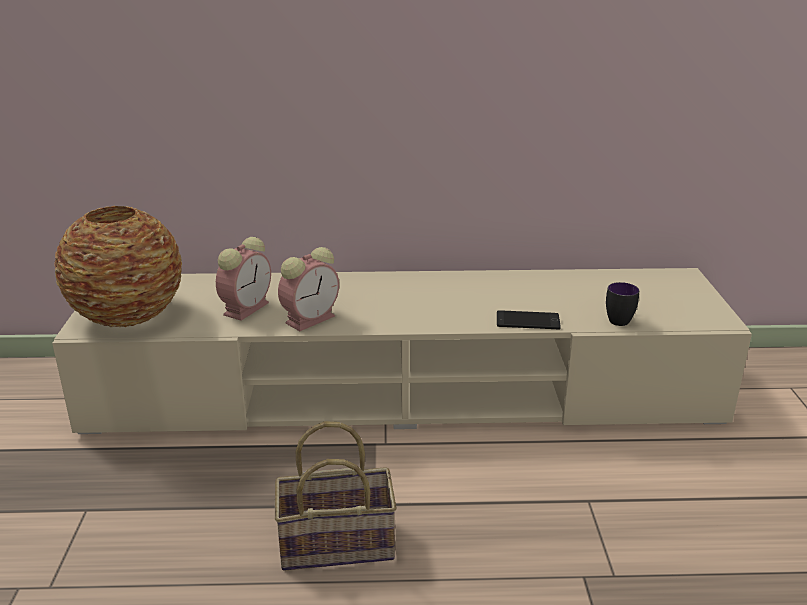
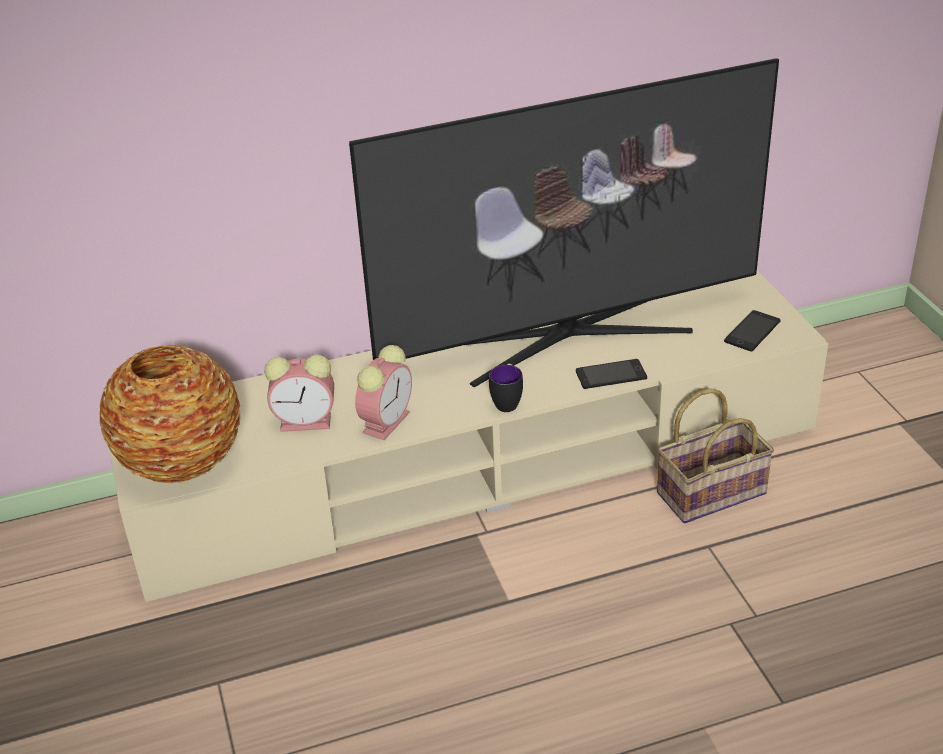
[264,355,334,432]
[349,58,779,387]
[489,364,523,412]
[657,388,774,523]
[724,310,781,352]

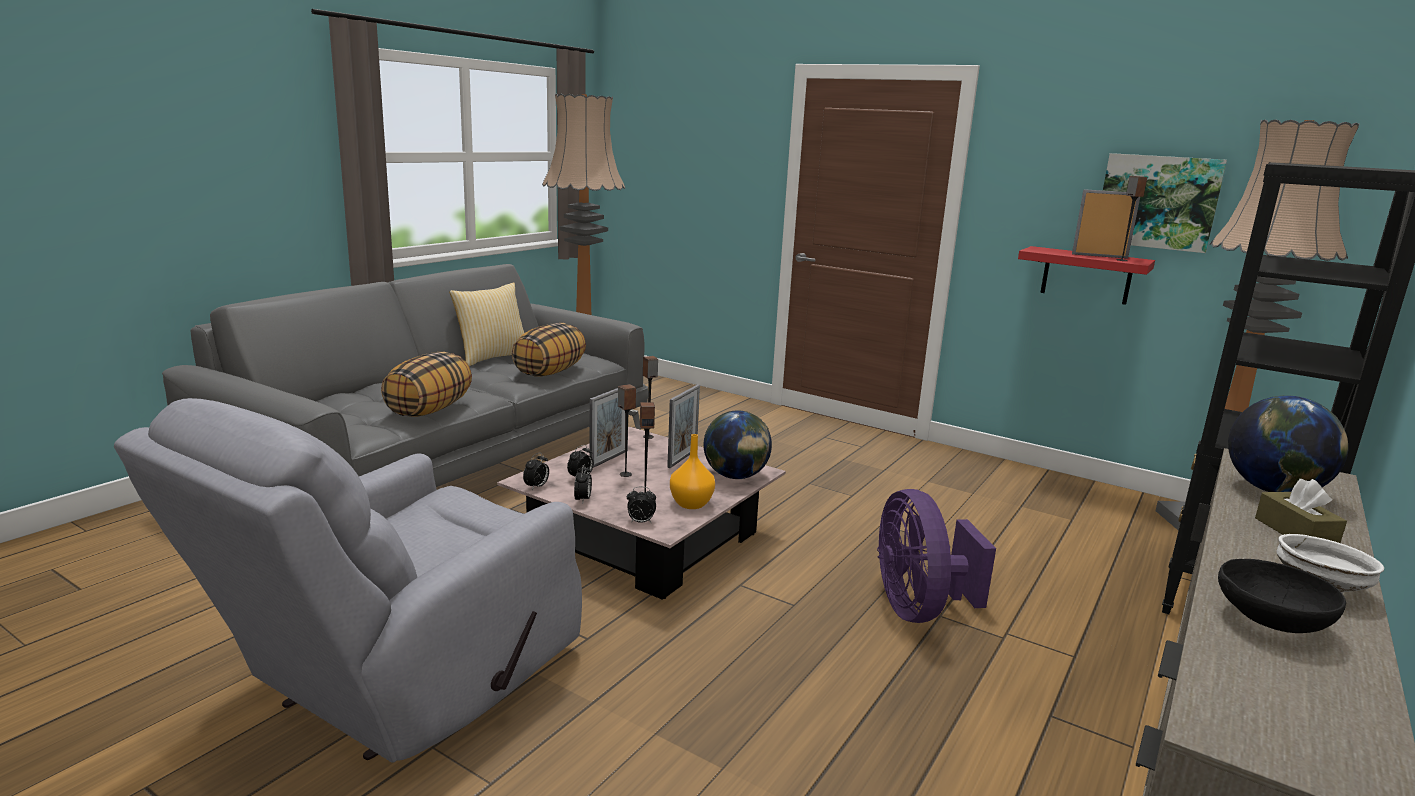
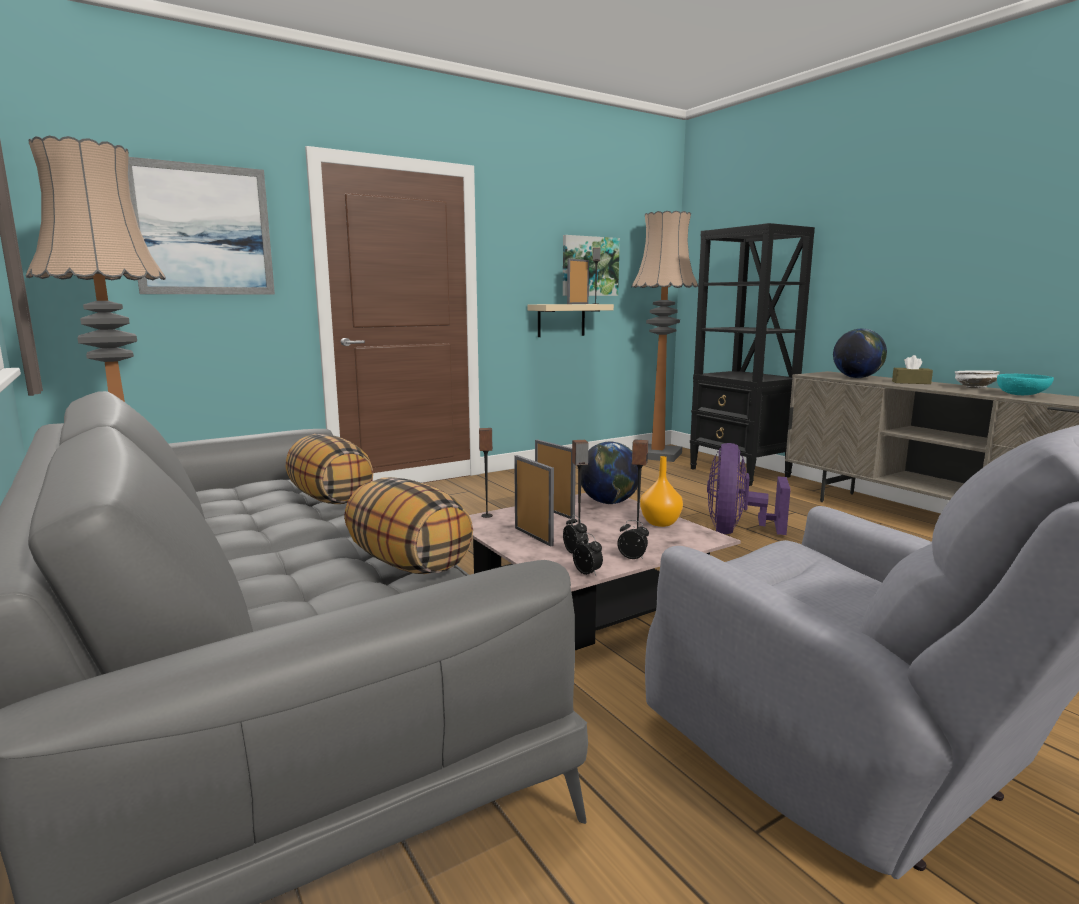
[128,157,275,295]
[527,304,614,337]
[707,443,791,535]
[997,374,1054,395]
[449,282,524,366] (first image)
[627,487,656,523] (first image)

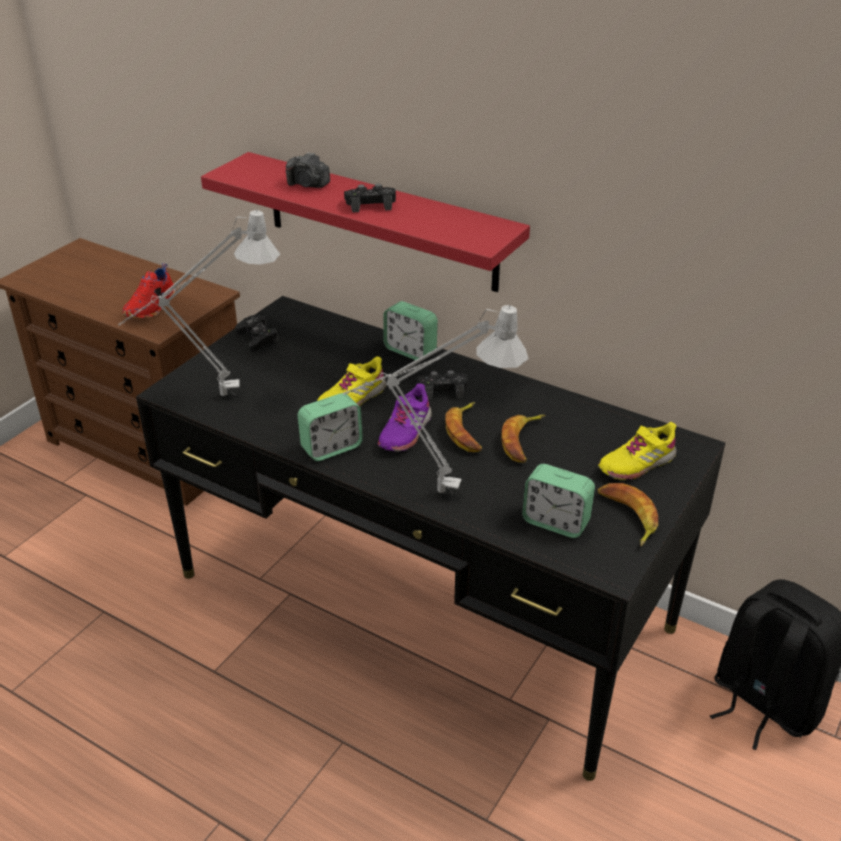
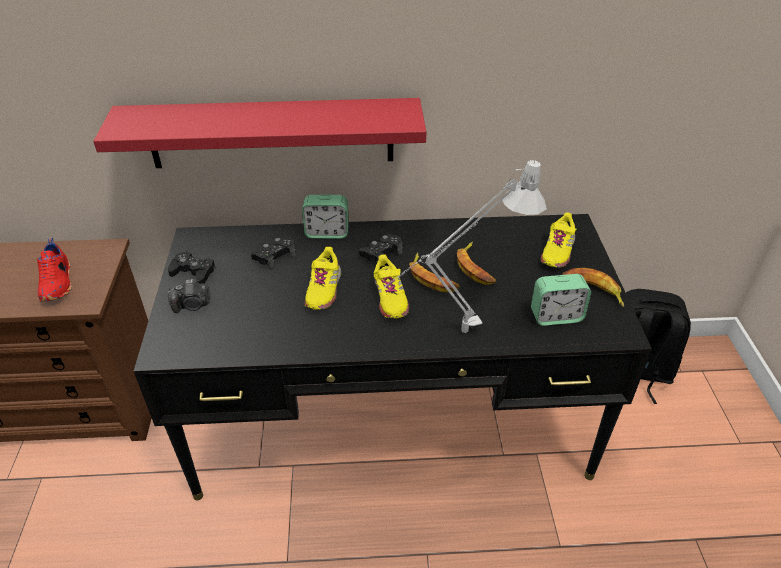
[168,279,210,313]
[251,237,296,269]
[374,254,409,319]
[118,209,280,396] (first image)
[298,393,363,461] (first image)

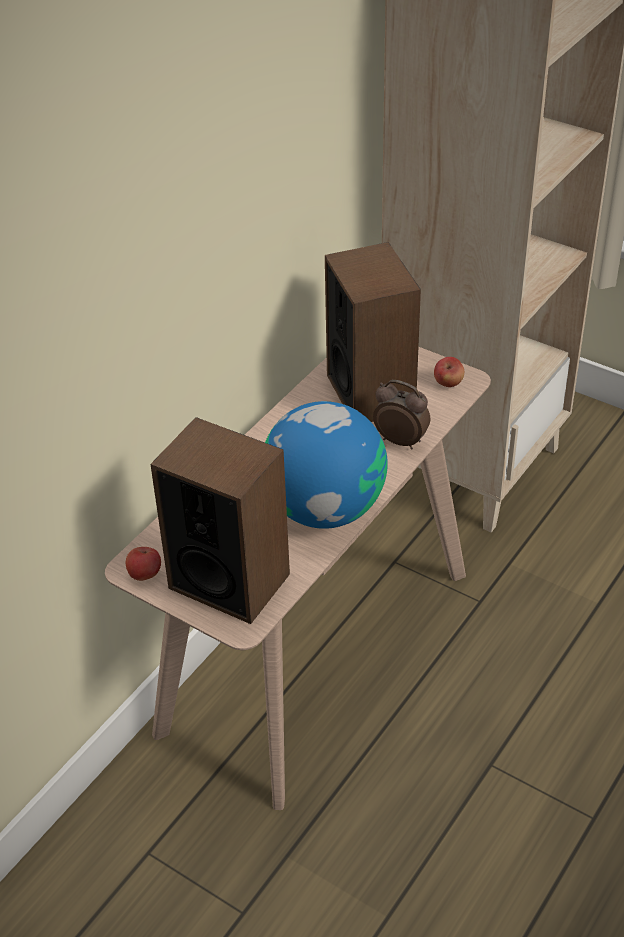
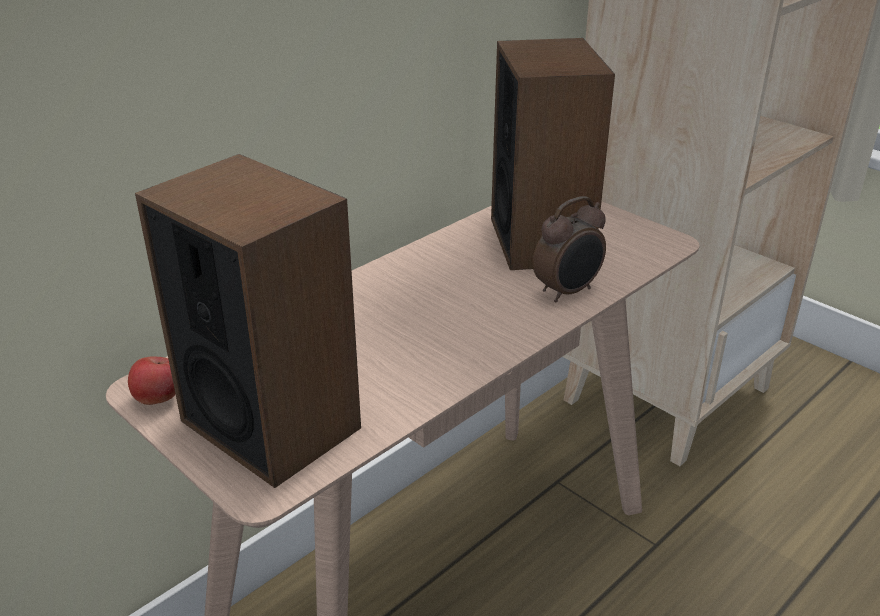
[533,196,606,303]
[265,401,388,529] (first image)
[434,357,464,387] (first image)

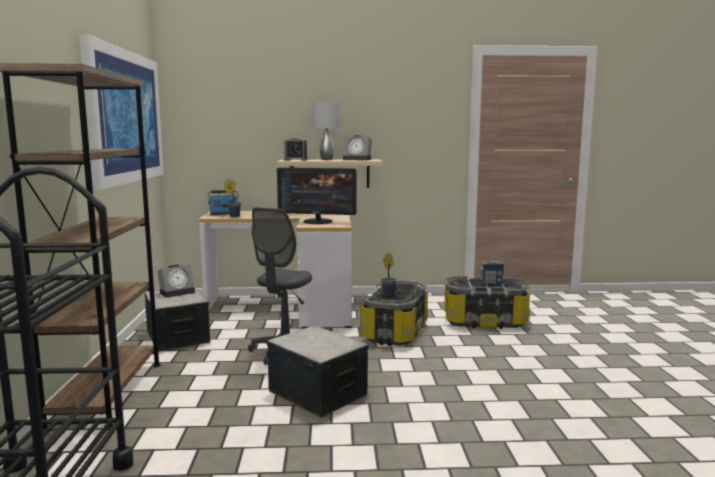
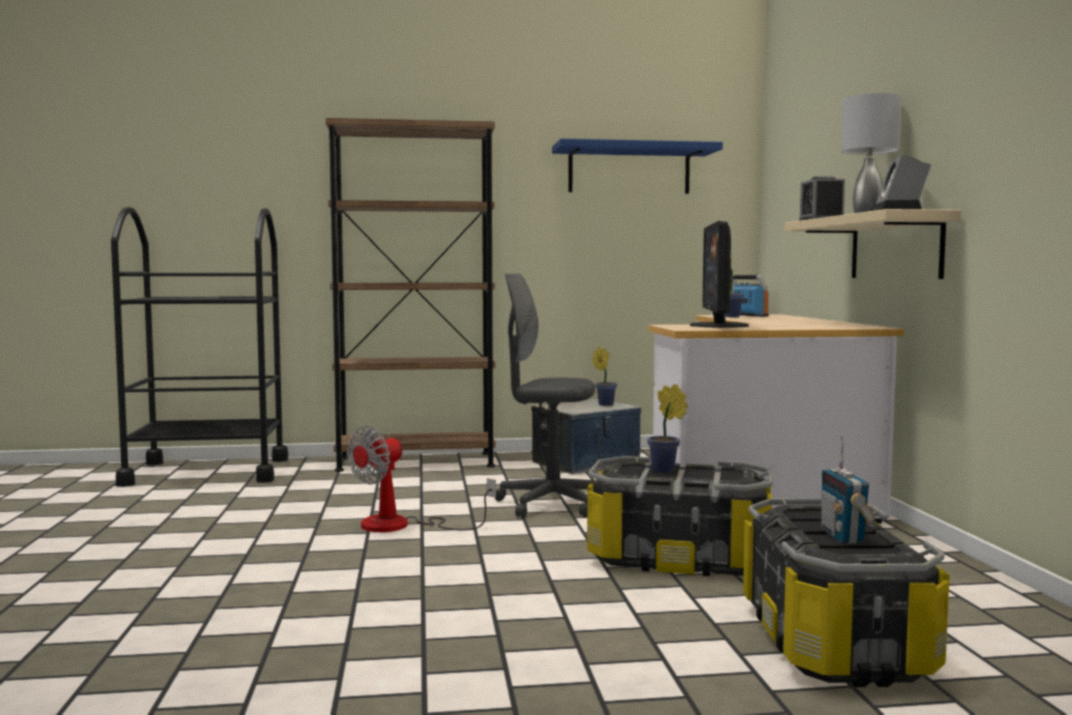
[347,426,496,532]
[552,139,723,194]
[592,346,617,406]

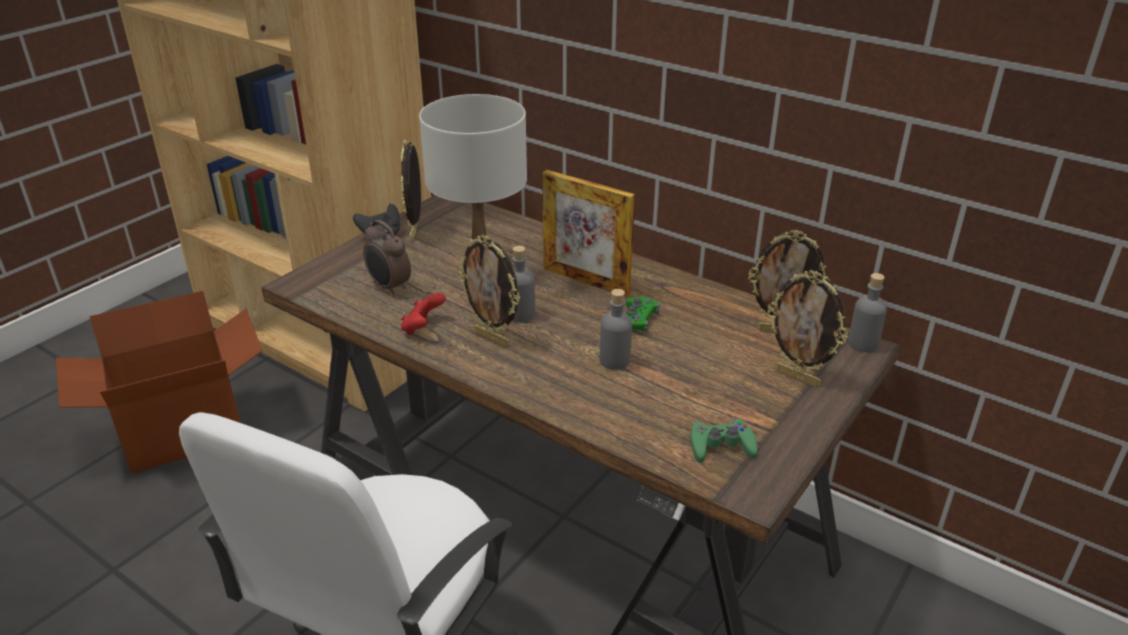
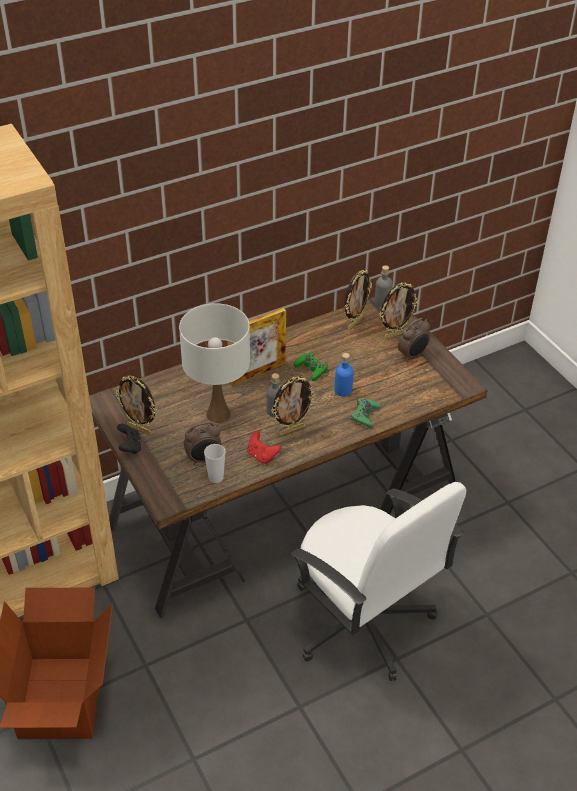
[204,444,226,483]
[334,353,354,397]
[351,398,381,428]
[398,318,430,362]

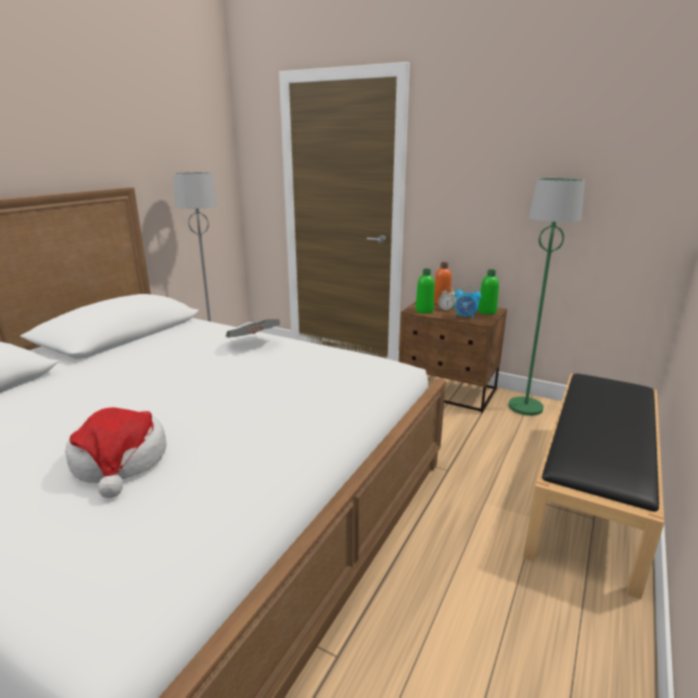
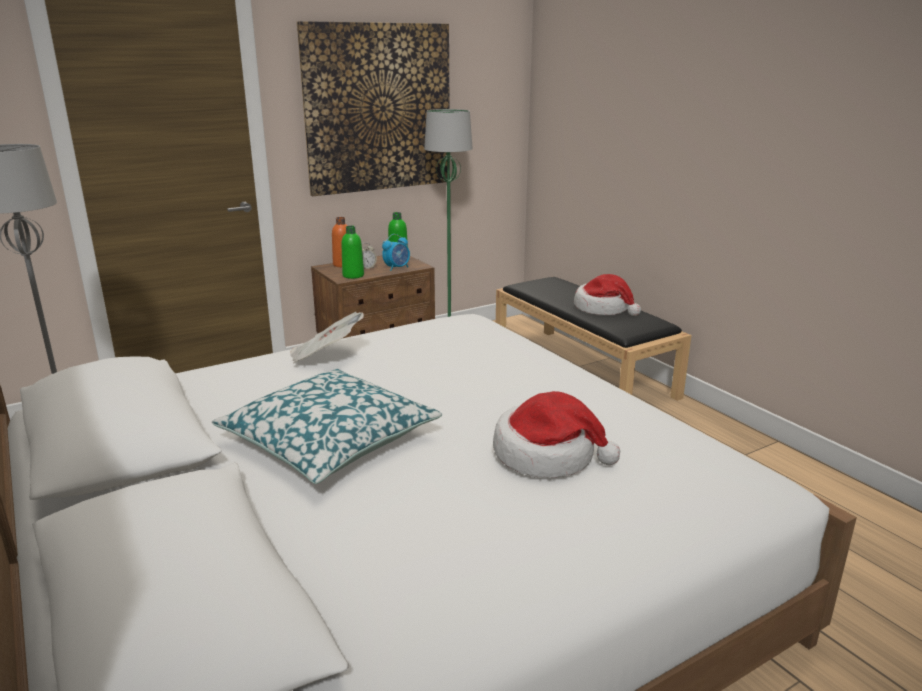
[212,369,442,484]
[297,21,449,196]
[574,274,641,316]

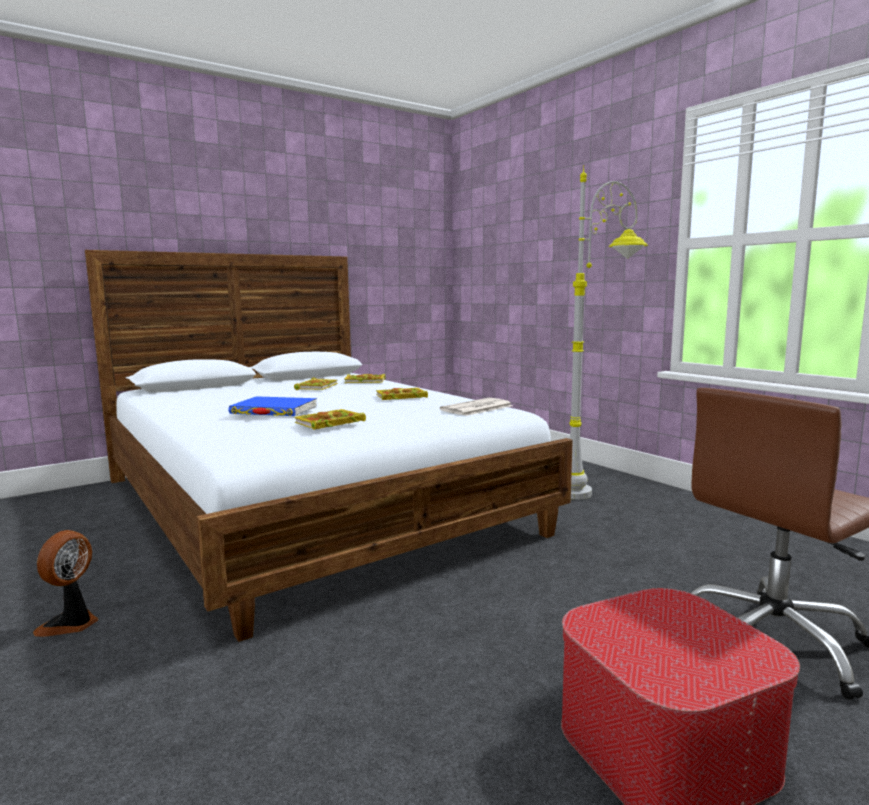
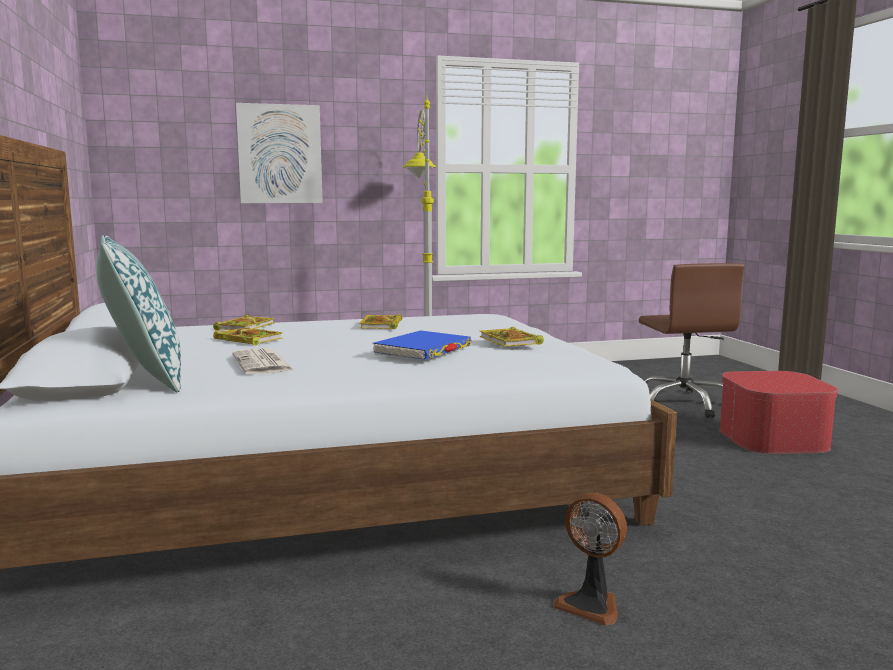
[96,235,181,392]
[232,348,295,374]
[236,103,323,203]

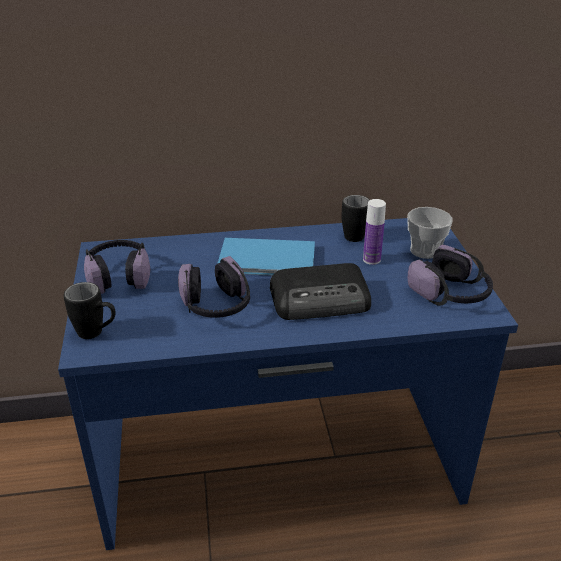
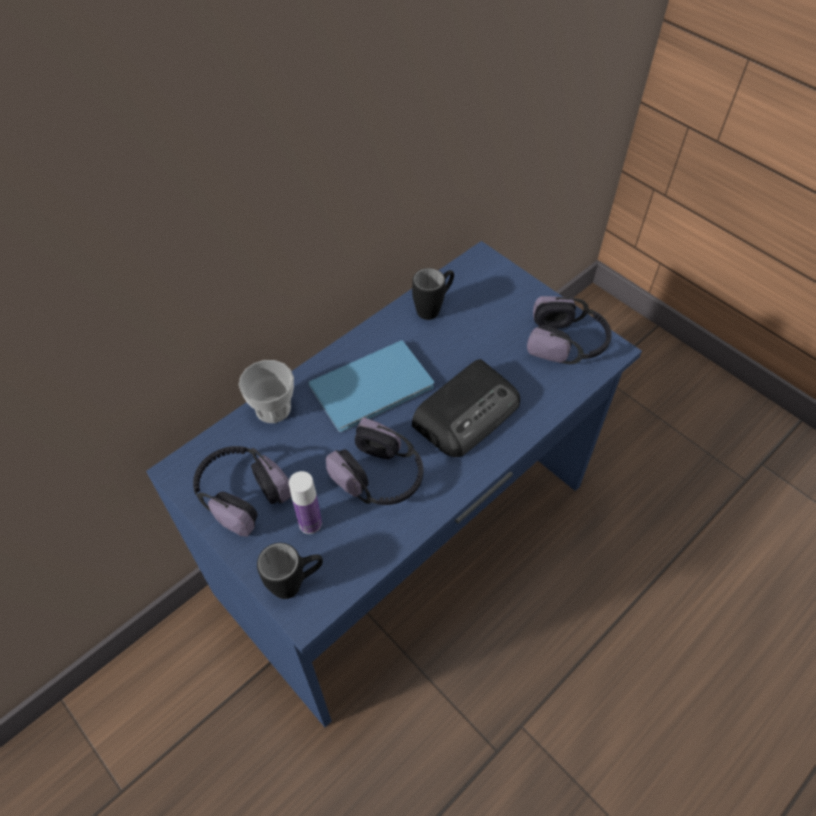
[239,360,294,423]
[289,471,322,534]

